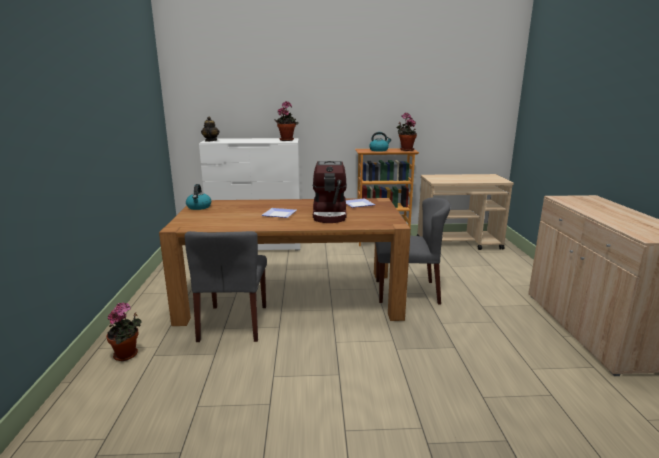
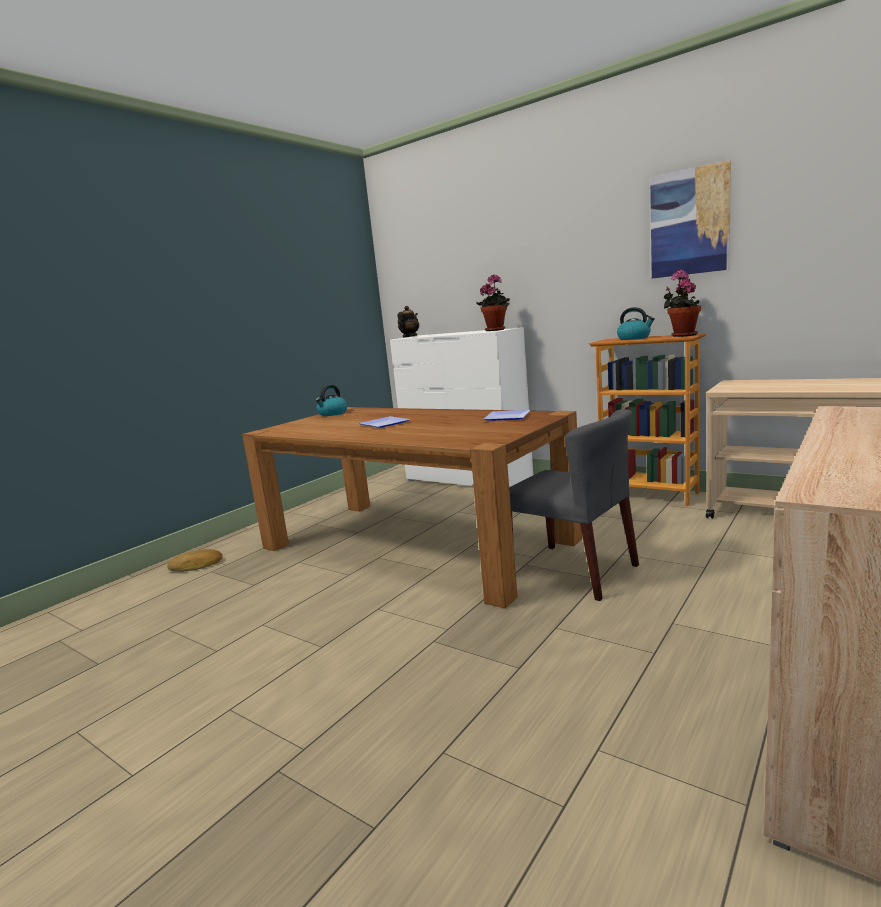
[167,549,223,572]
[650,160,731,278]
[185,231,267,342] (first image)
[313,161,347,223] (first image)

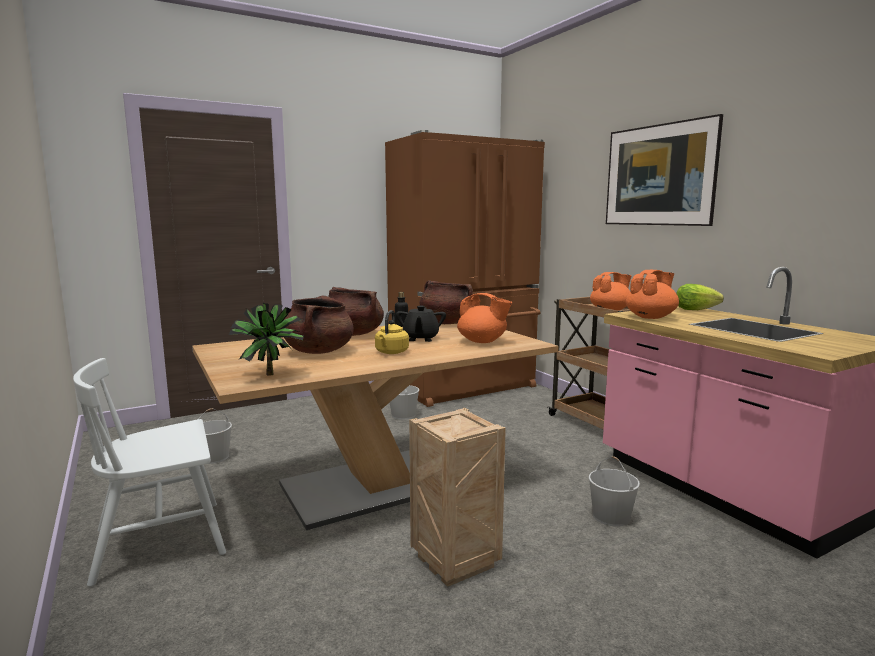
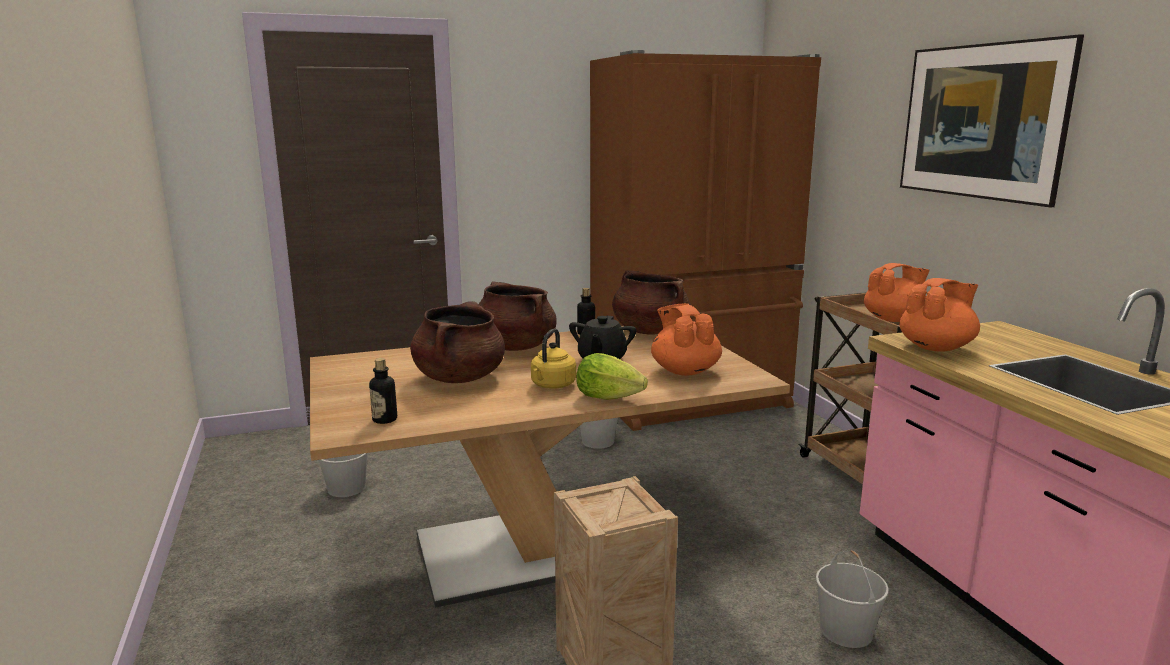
[369,358,397,424]
[576,353,648,400]
[651,303,722,376]
[73,358,226,587] (first image)

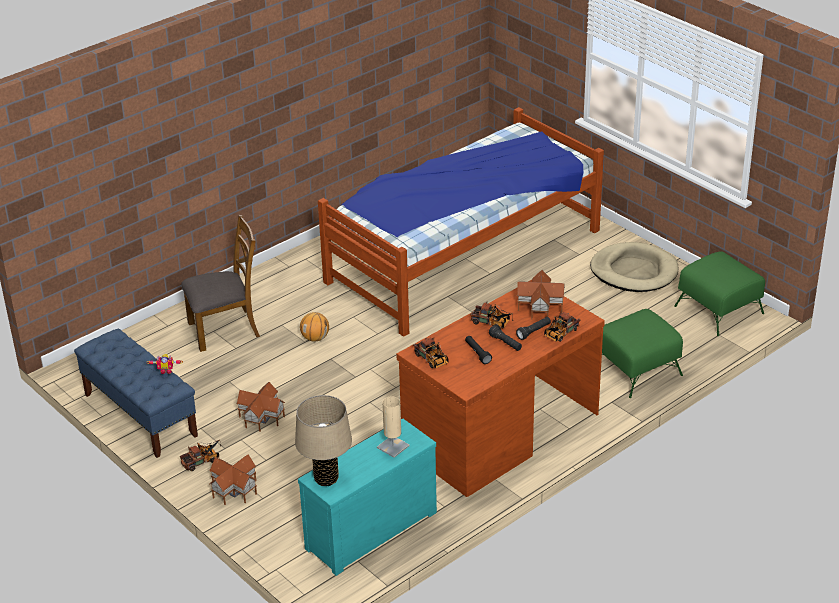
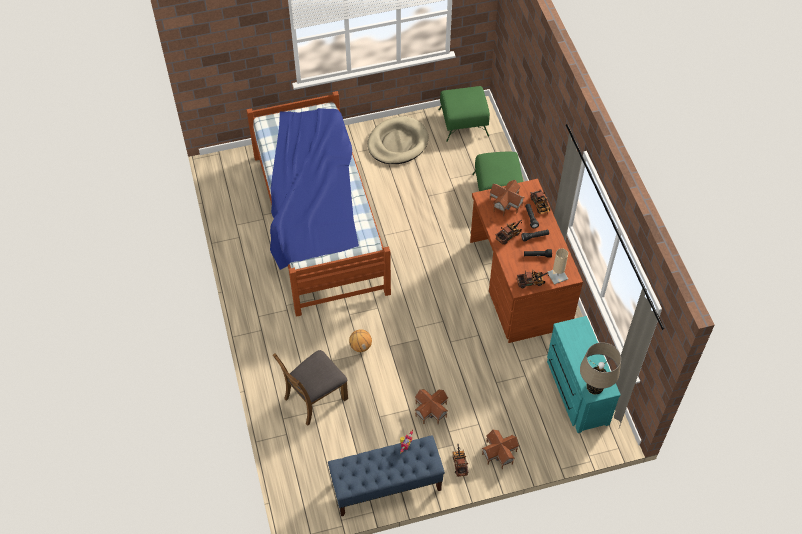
[273,350,348,426]
[548,248,568,285]

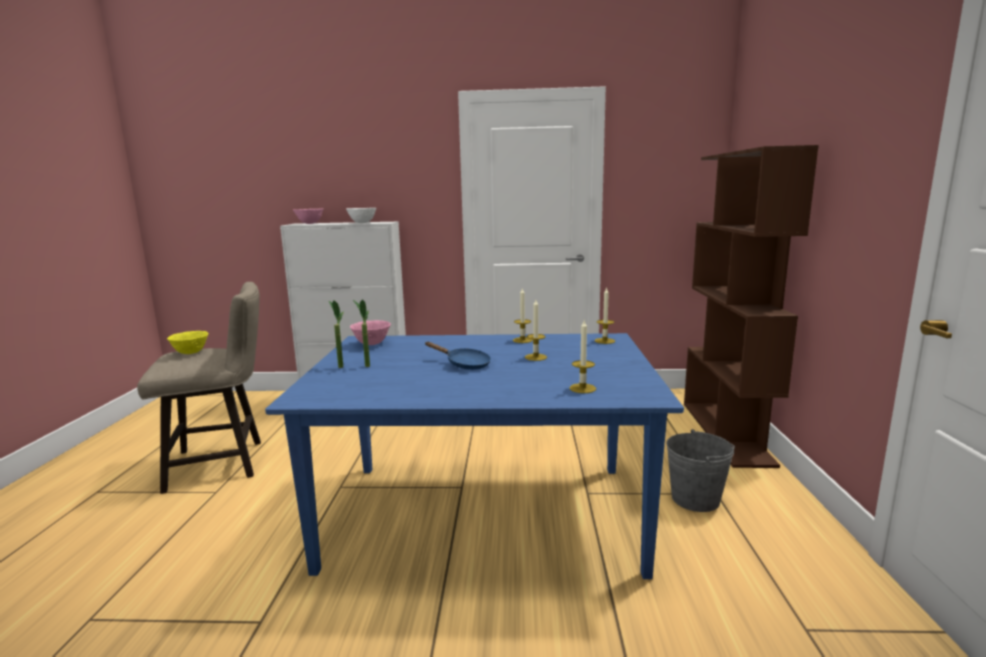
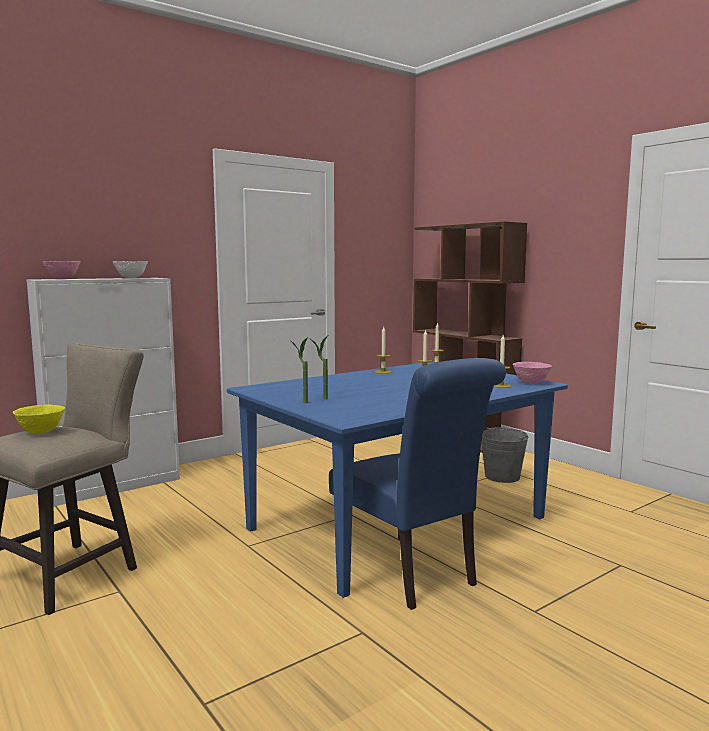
[329,358,506,610]
[513,362,552,384]
[425,342,491,370] (first image)

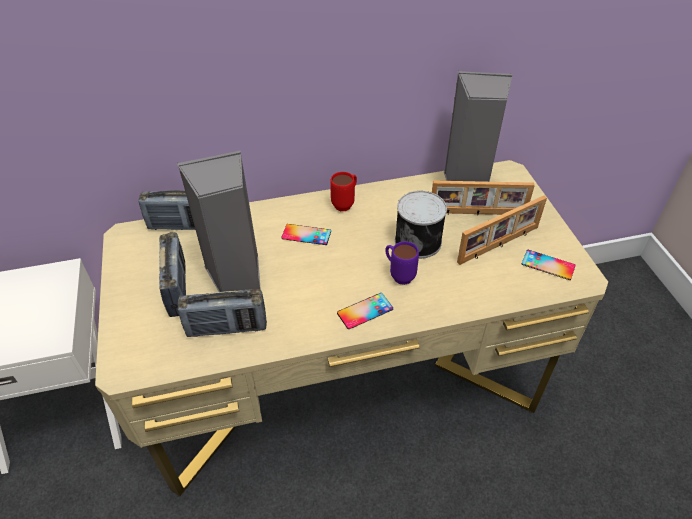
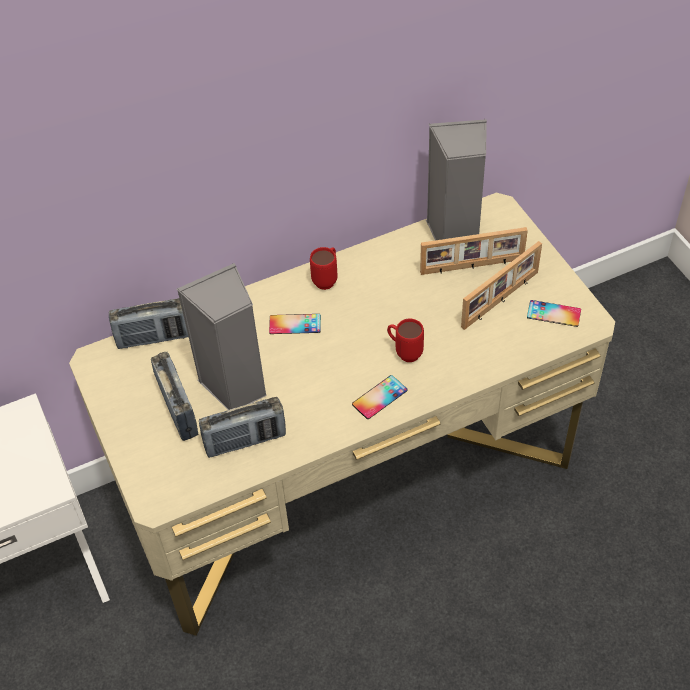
[387,319,424,362]
[395,191,447,259] (first image)

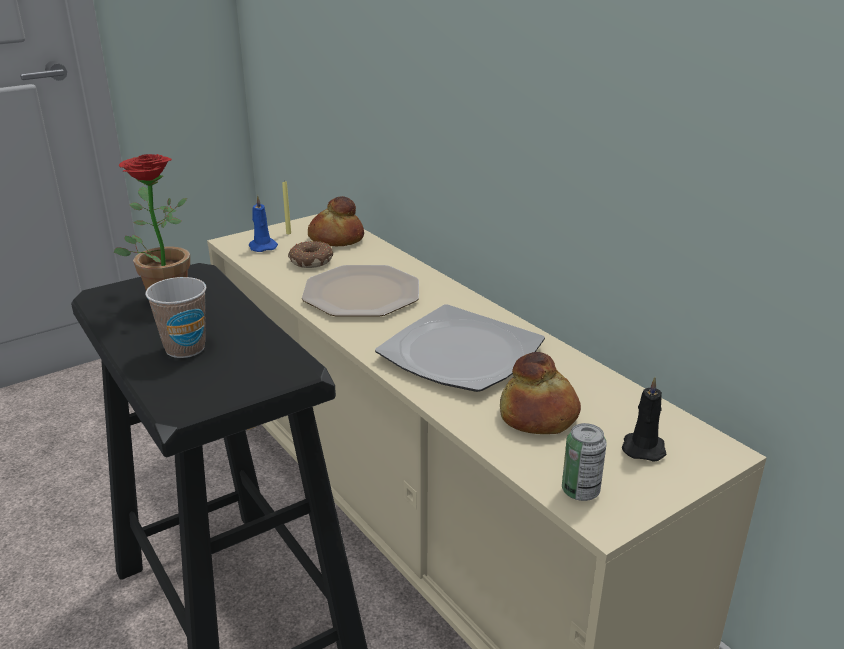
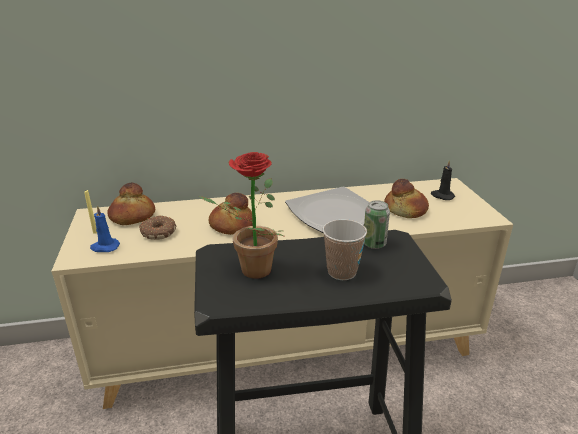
[209,193,253,235]
[364,200,390,249]

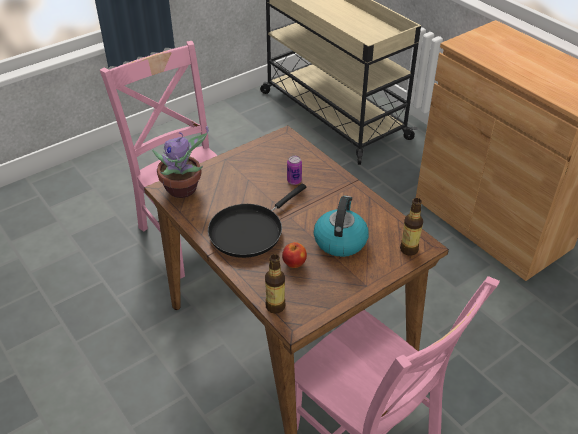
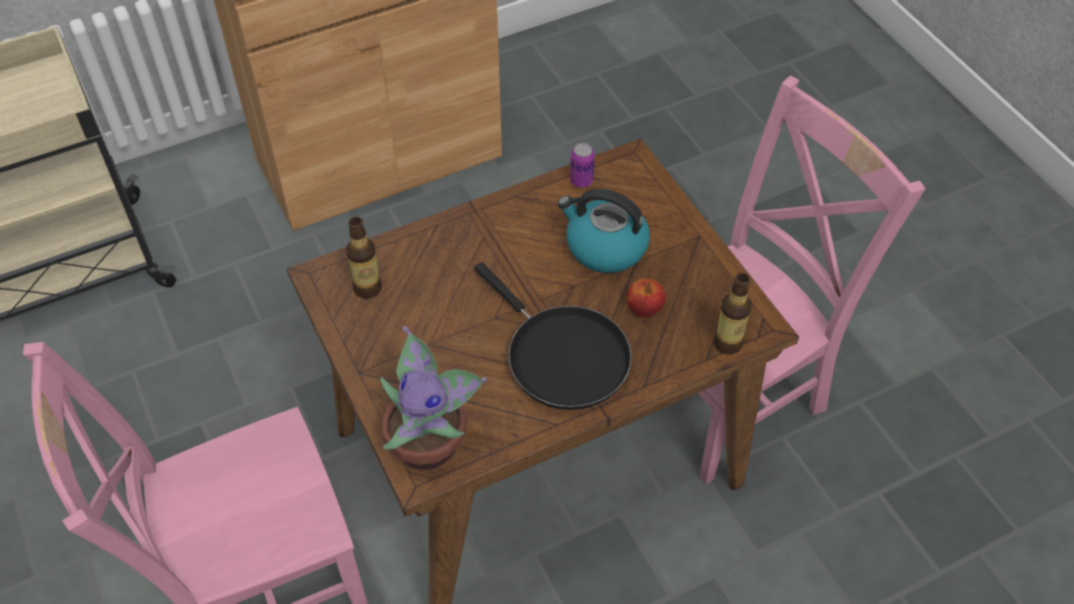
[346,217,381,298]
[570,143,595,188]

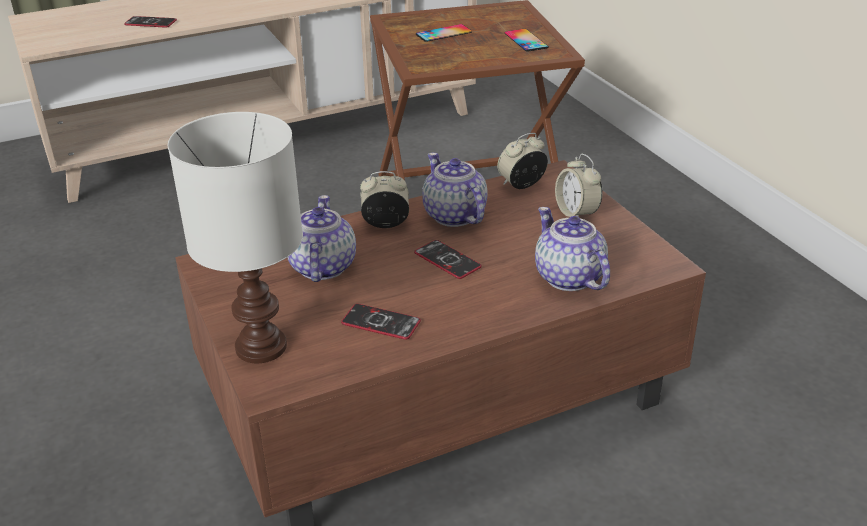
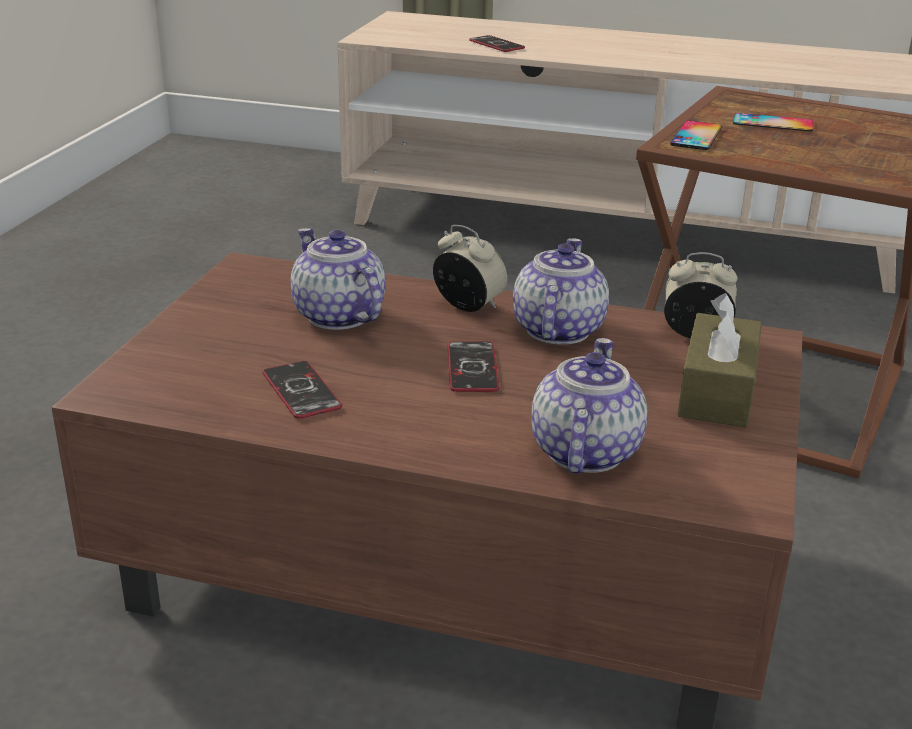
[291,228,385,330]
[670,121,722,150]
[678,293,762,427]
[168,112,303,363] (first image)

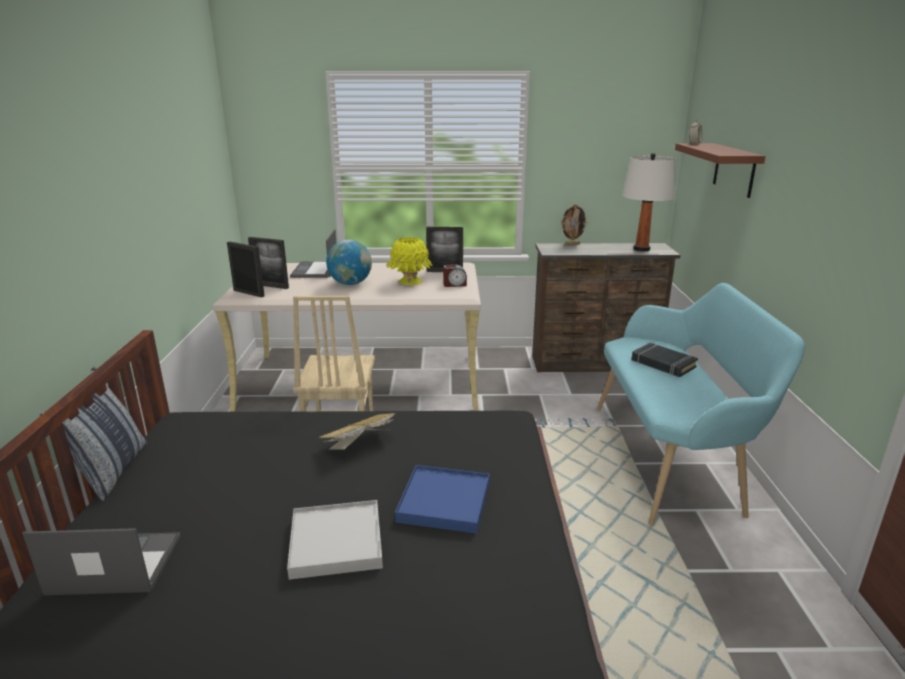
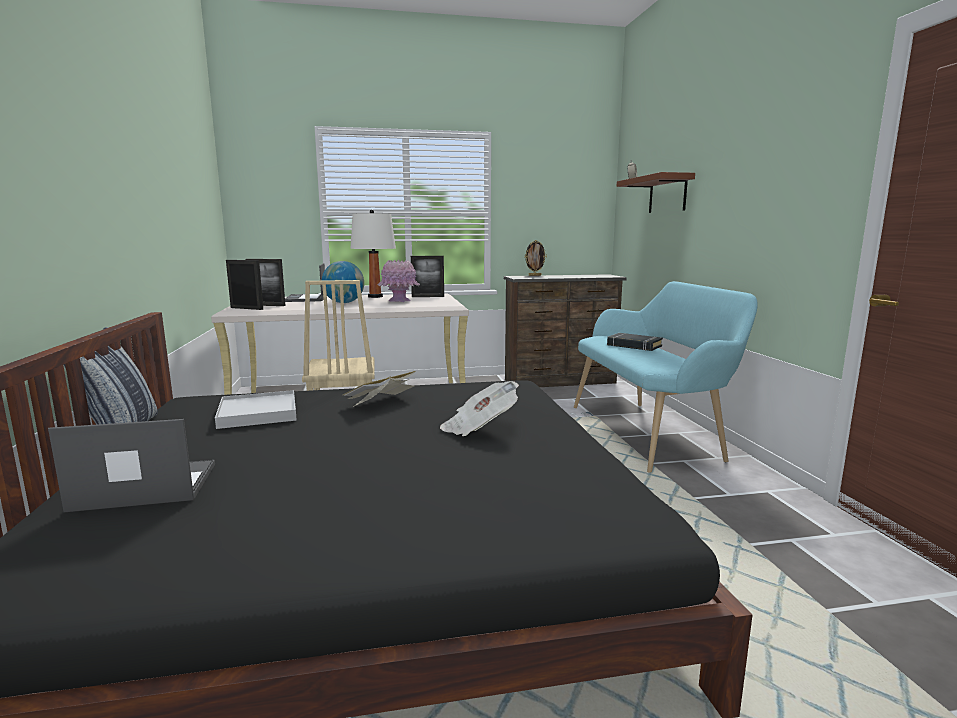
[215,390,297,429]
[350,210,396,298]
[378,260,420,302]
[440,381,519,436]
[443,264,467,287] (first image)

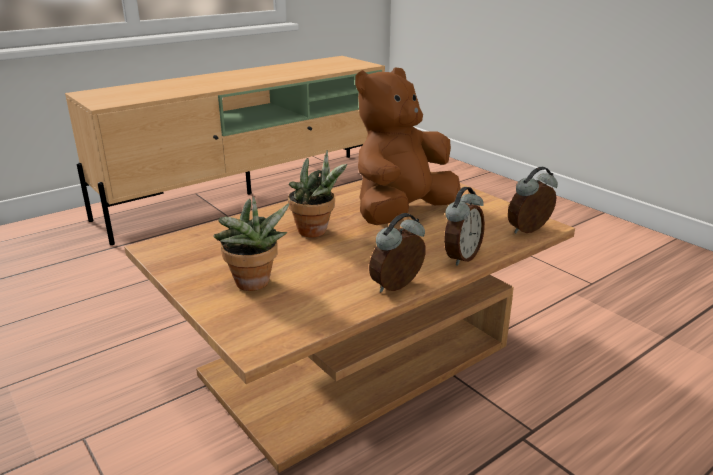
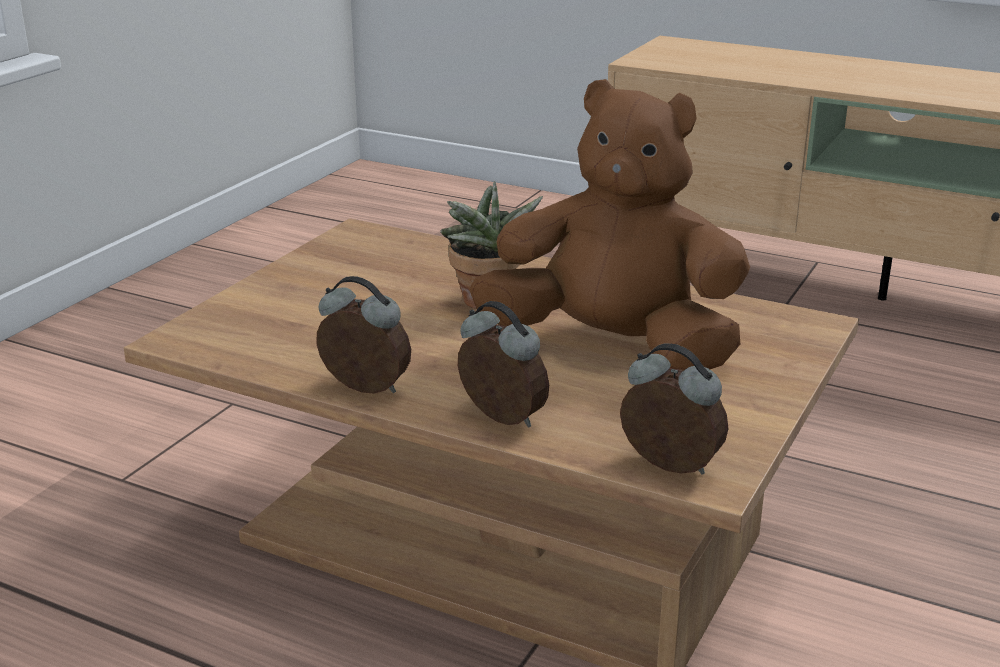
[458,301,549,428]
[213,196,290,291] (first image)

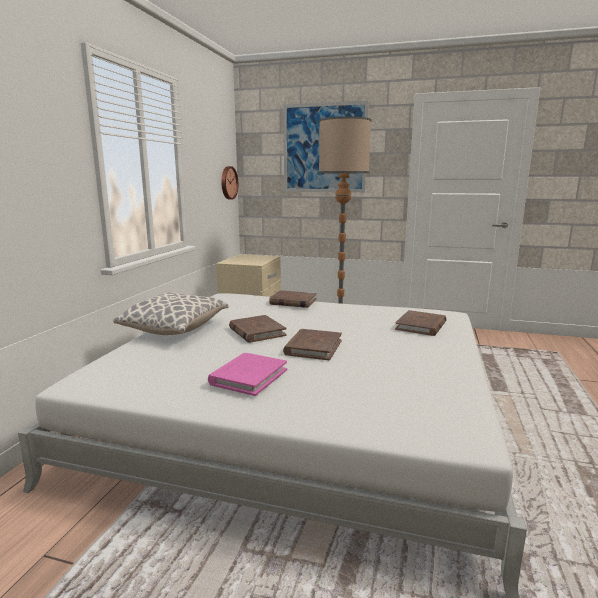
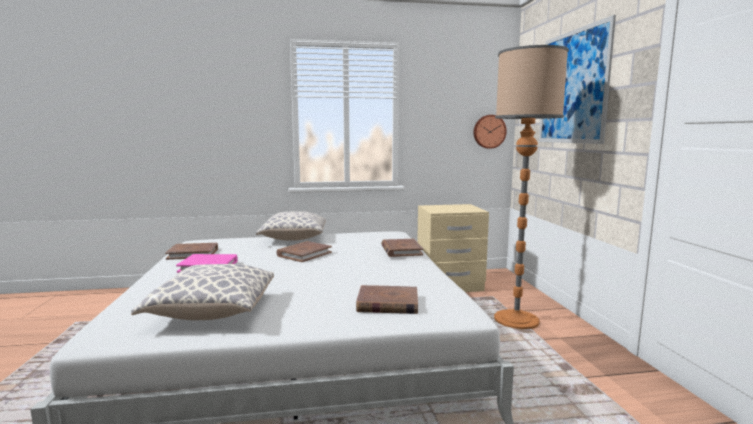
[131,264,274,320]
[165,243,218,260]

